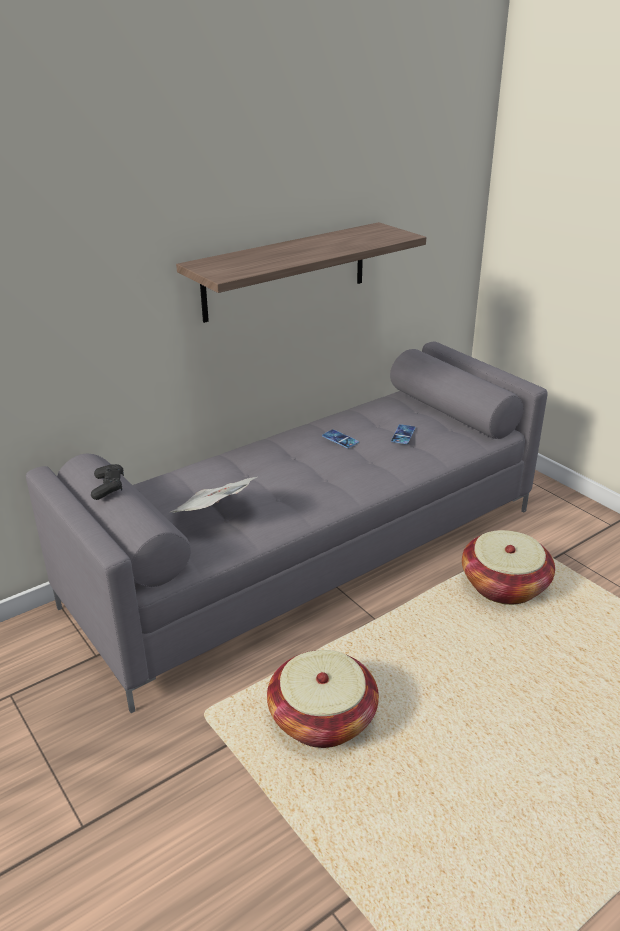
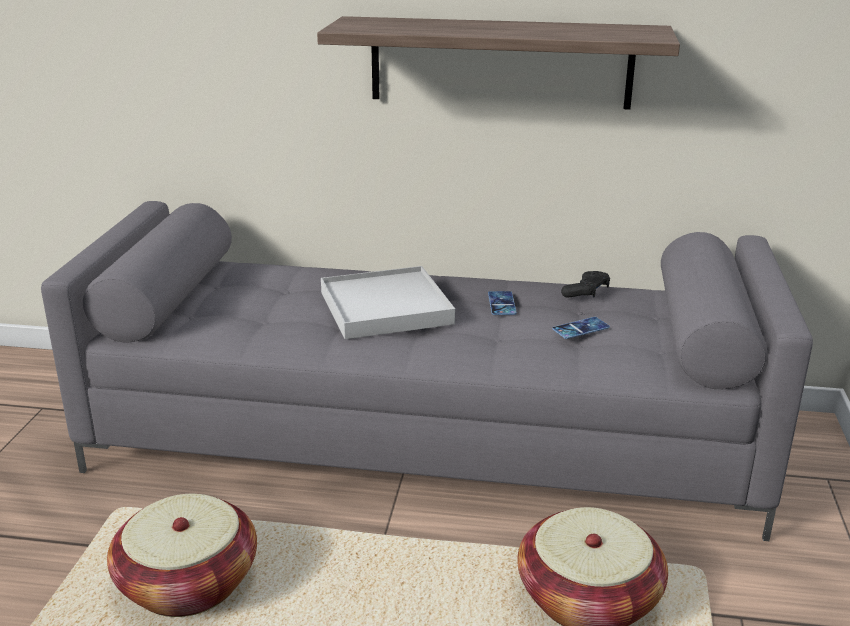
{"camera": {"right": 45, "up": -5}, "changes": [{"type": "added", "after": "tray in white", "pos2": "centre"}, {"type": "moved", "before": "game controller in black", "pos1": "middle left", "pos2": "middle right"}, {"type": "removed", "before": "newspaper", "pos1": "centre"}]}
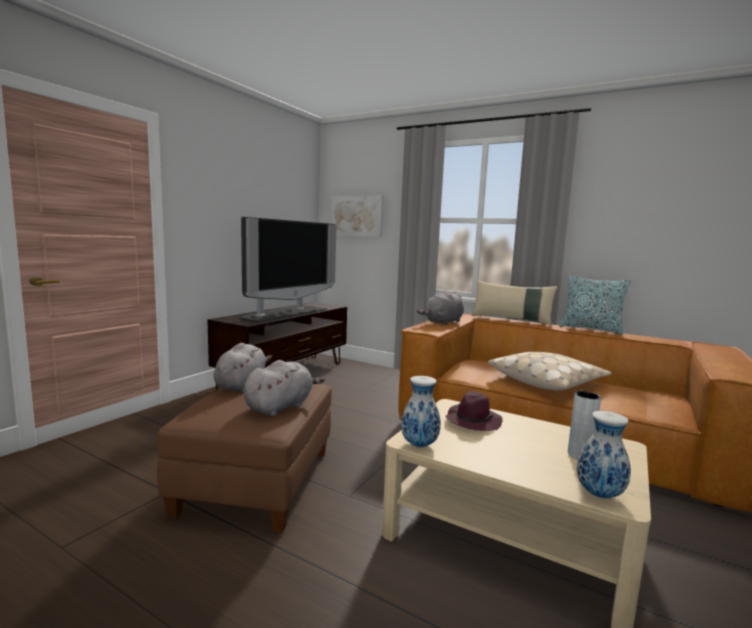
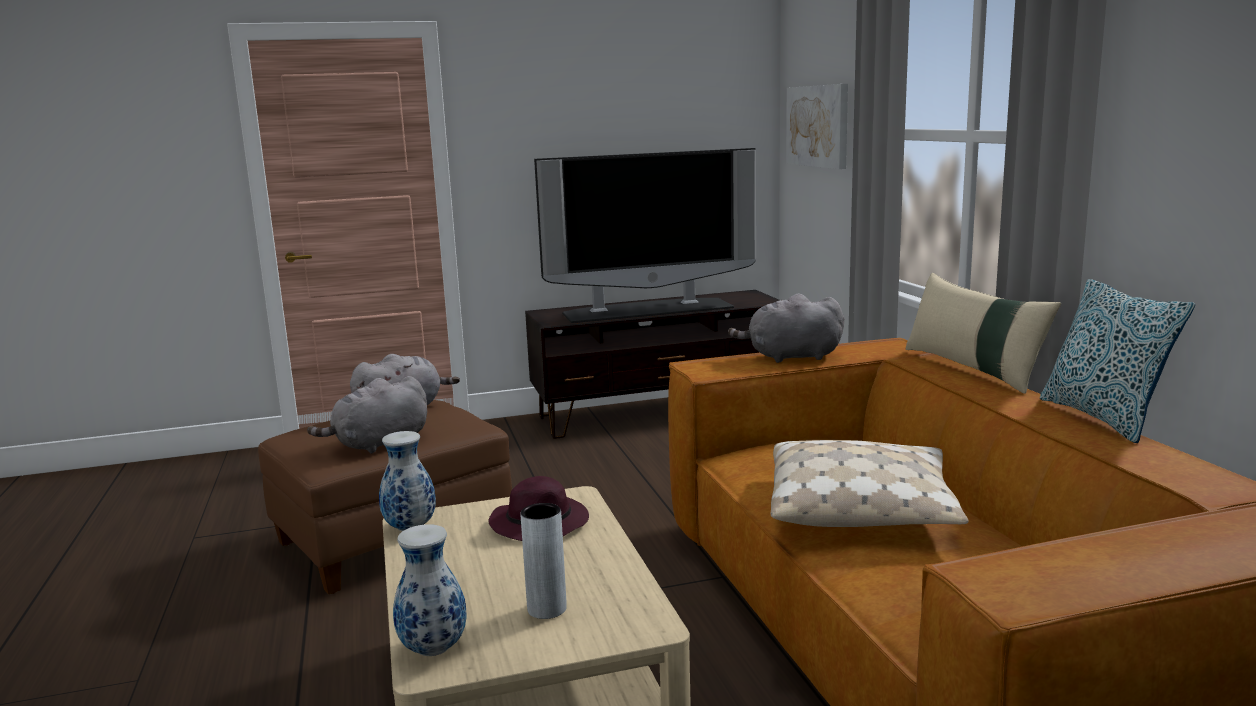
{"camera": {"right": 45, "up": 5}, "changes": [{"type": "turned", "before": "plush toy in grey (2nd from left in the first image)", "pos1": "centre", "pos2": "middle left", "turn": 150}]}
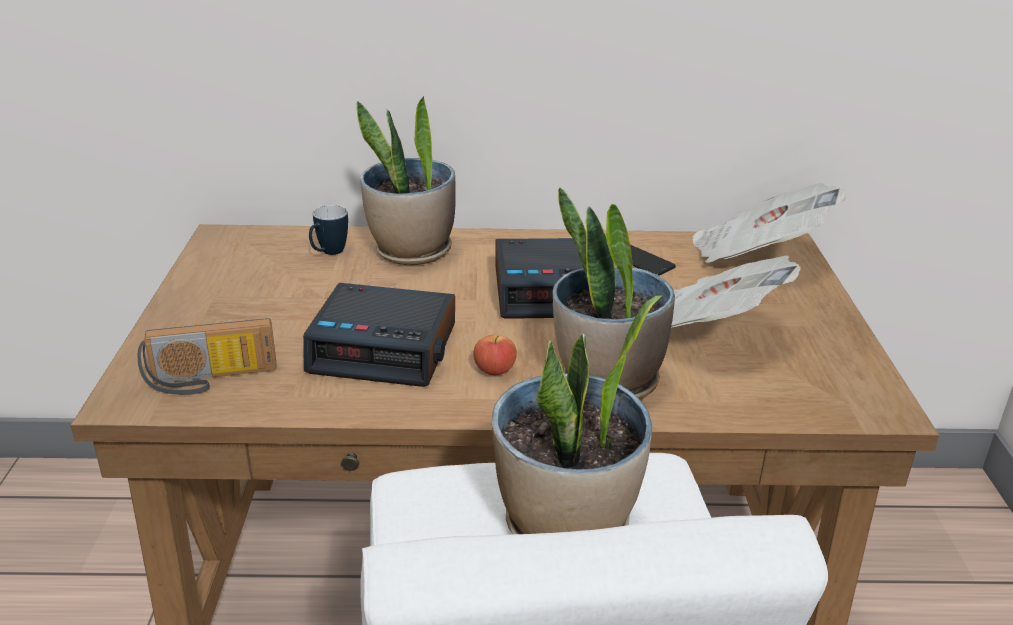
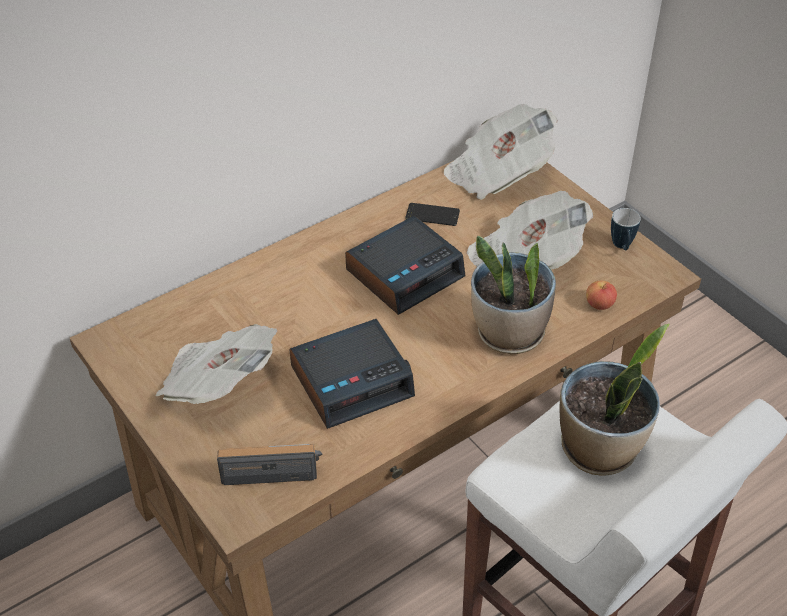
{"camera": {"right": -35, "up": 15}, "changes": [{"type": "added", "after": "newspaper (1st from left)", "pos2": "middle left"}, {"type": "turned", "before": "radio", "pos1": "middle left", "pos2": "bottom centre", "turn": -135}, {"type": "moved", "before": "apple", "pos1": "centre", "pos2": "middle right"}, {"type": "moved", "before": "mug", "pos1": "middle left", "pos2": "middle right"}, {"type": "removed", "before": "potted plant (1st from left)", "pos1": "top centre"}]}
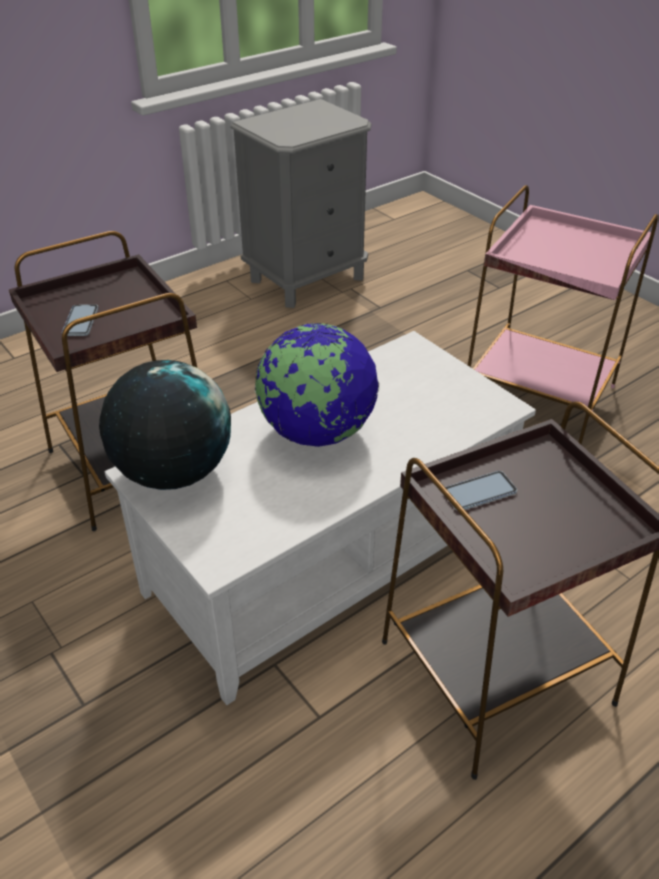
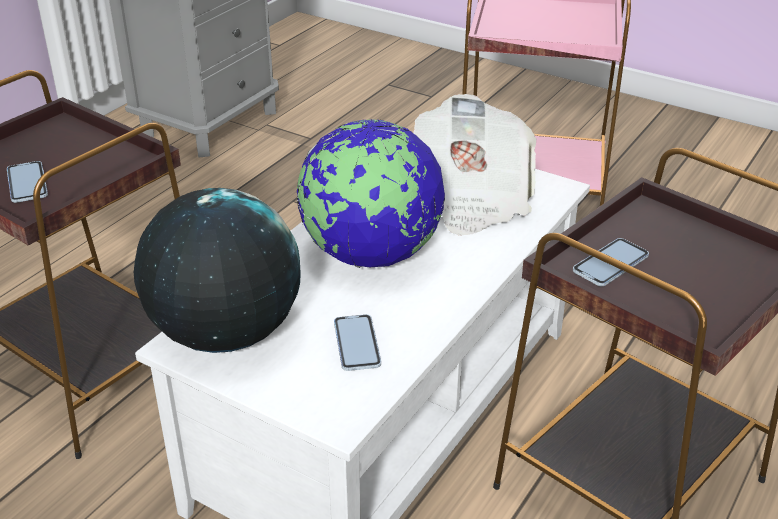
{"camera": {"right": -20, "up": -5}, "changes": [{"type": "added", "after": "phone (2nd from left)", "pos2": "centre"}, {"type": "added", "after": "newspaper", "pos2": "top centre"}]}
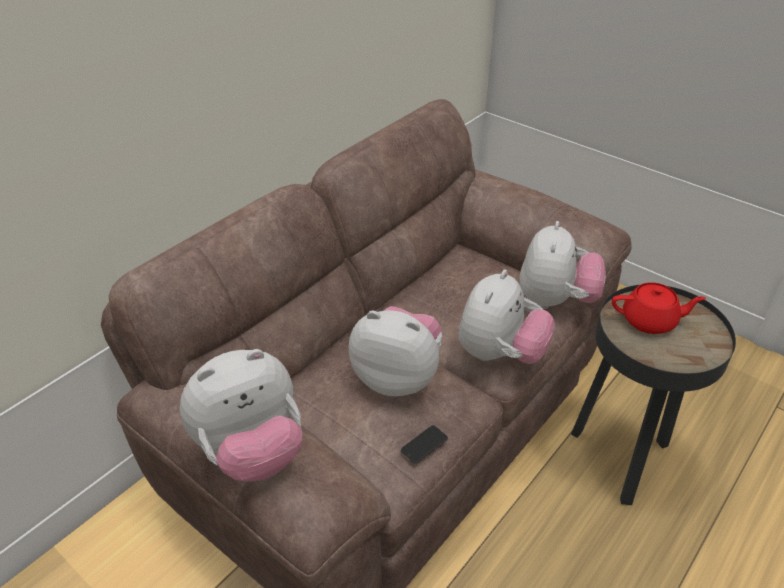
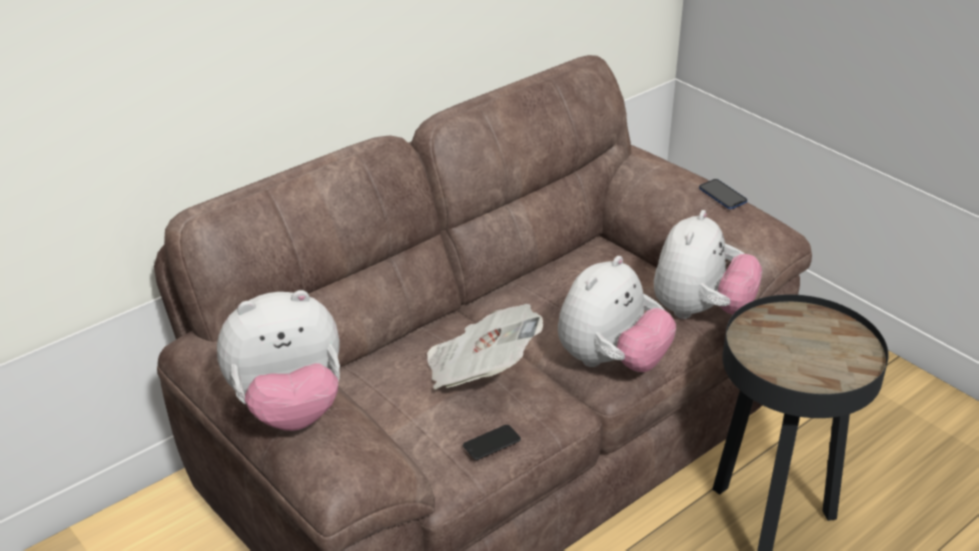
{"camera": {"right": 10, "up": -5}, "changes": [{"type": "replaced", "before": "plush toy (2nd from left)", "after": "newspaper", "pos1": "centre", "pos2": "centre"}, {"type": "added", "after": "phone (2nd from left)", "pos2": "middle right"}, {"type": "removed", "before": "teapot in red", "pos1": "middle right"}]}
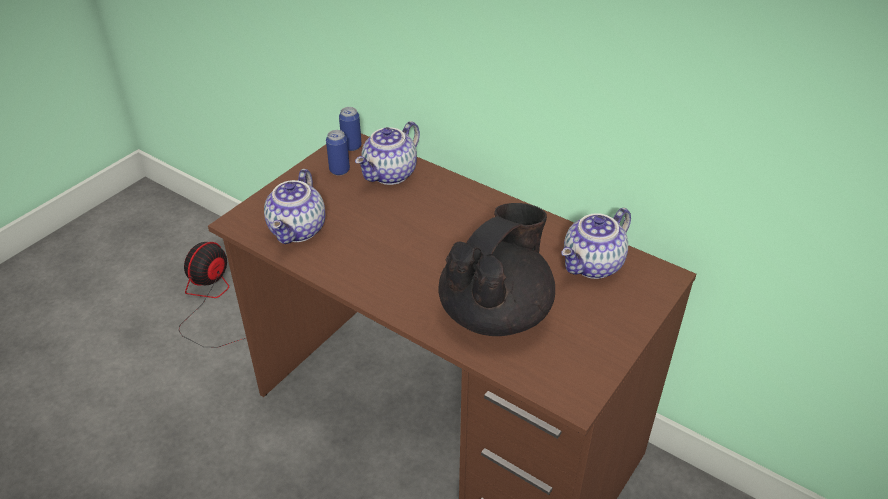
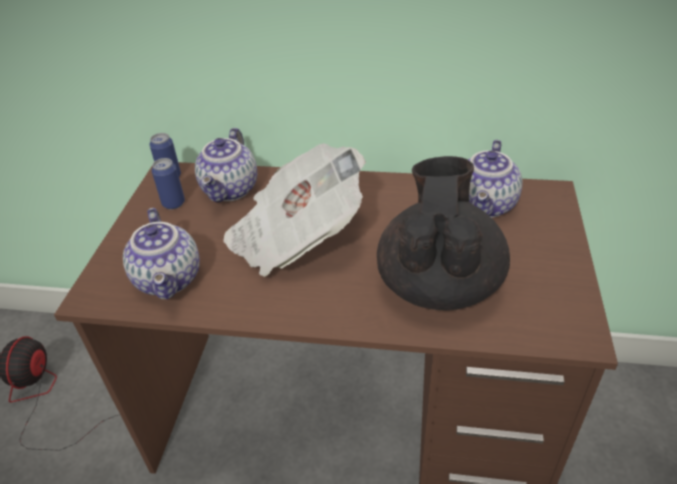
{"camera": {"right": -25, "up": 0}, "changes": [{"type": "added", "after": "newspaper", "pos2": "centre"}]}
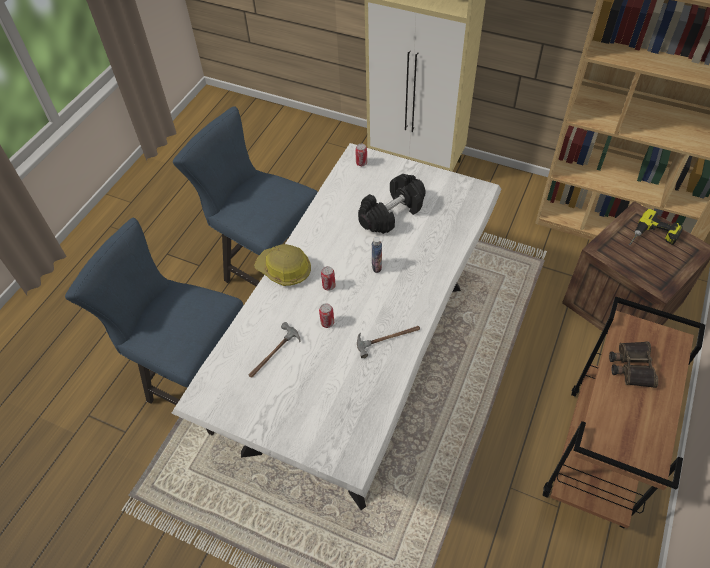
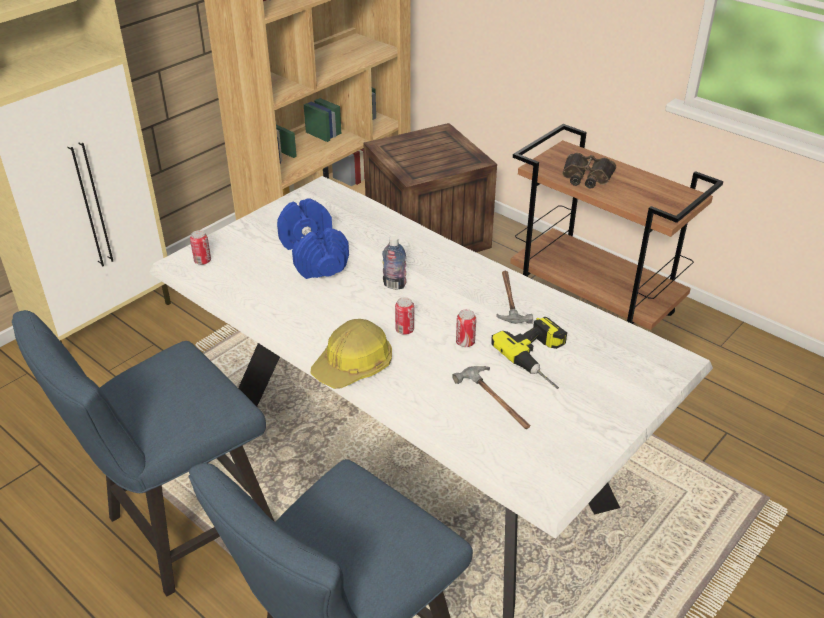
{"camera": {"right": -75, "up": -15}, "changes": [{"type": "recoloured", "before": "dumbbell in black", "after": "dumbbell in blue", "pos1": "centre", "pos2": "centre"}, {"type": "moved", "before": "power drill", "pos1": "middle right", "pos2": "centre"}]}
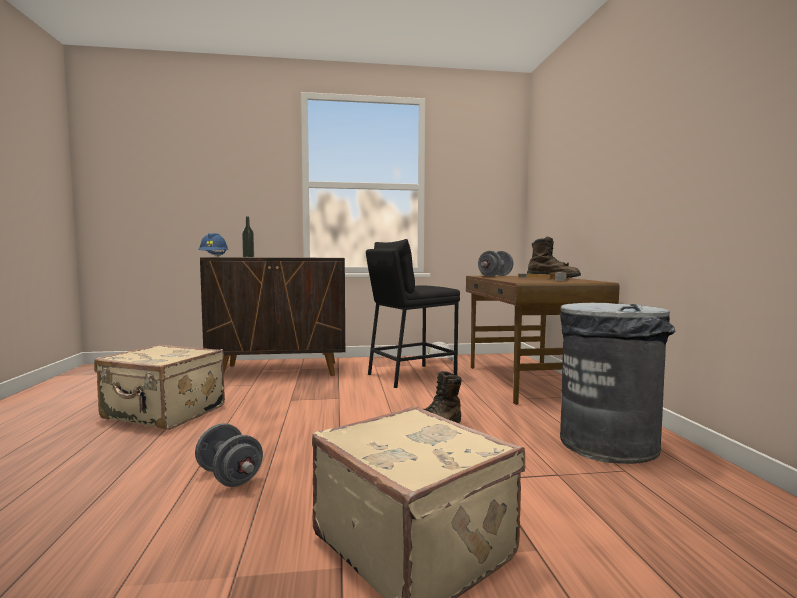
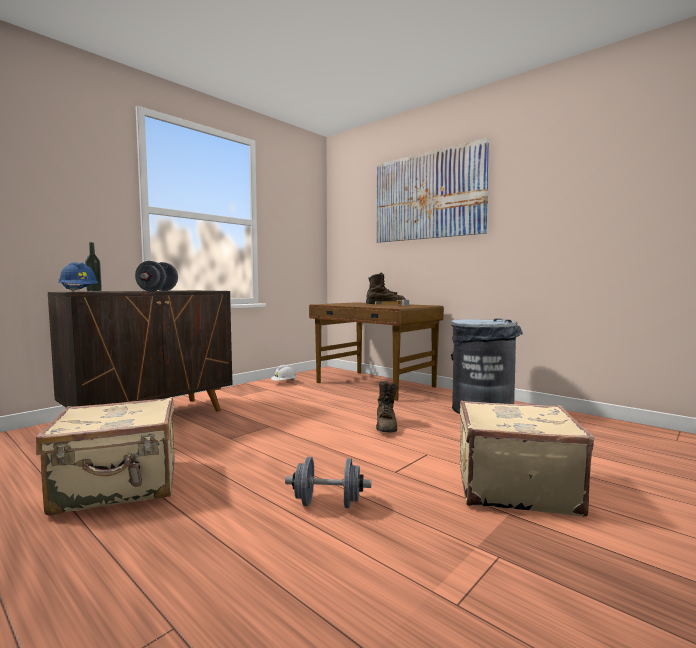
{"camera": {"right": -40, "up": 0}, "changes": [{"type": "moved", "before": "dumbbell in grey (2nd from left in the first image)", "after": "dumbbell in grey (1st from left)", "pos1": "centre", "pos2": "middle left"}, {"type": "added", "after": "picture", "pos2": "top centre"}, {"type": "removed", "before": "stool in black", "pos1": "centre"}]}
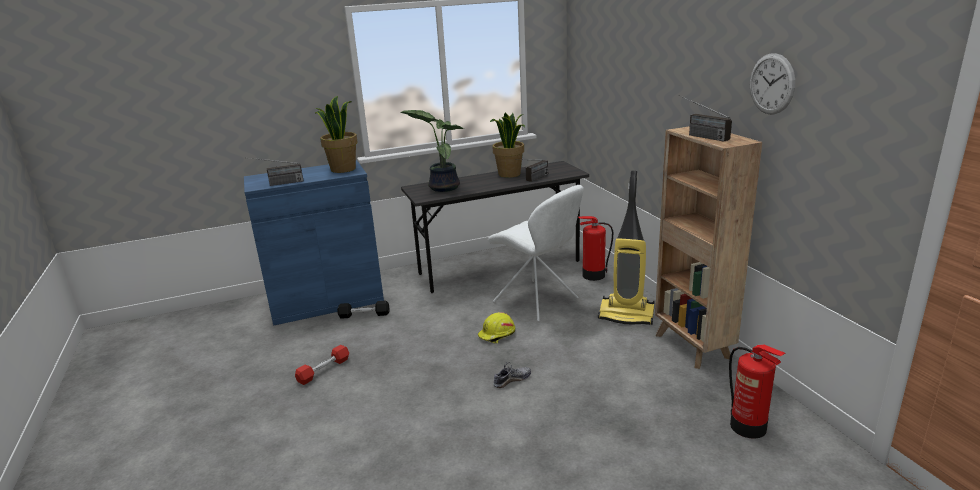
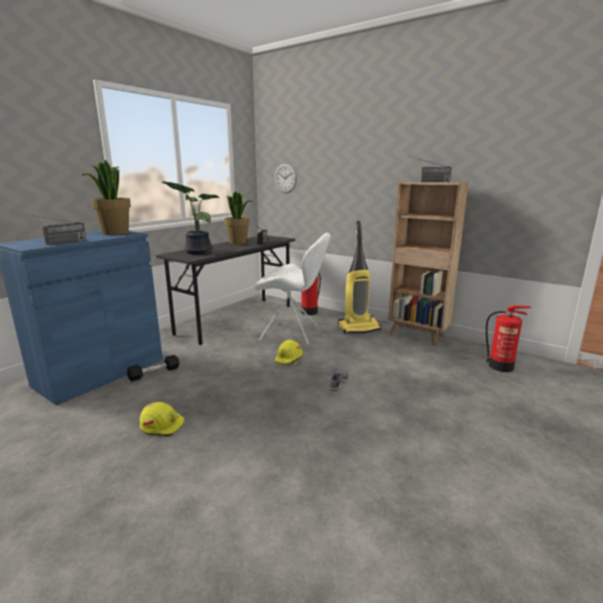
{"camera": {"right": -35, "up": -5}, "changes": [{"type": "replaced", "before": "dumbbell in red", "after": "hard hat in yellow (1st from left)", "pos1": "bottom left", "pos2": "bottom left"}, {"type": "moved", "before": "wall clock", "pos1": "top right", "pos2": "top centre"}]}
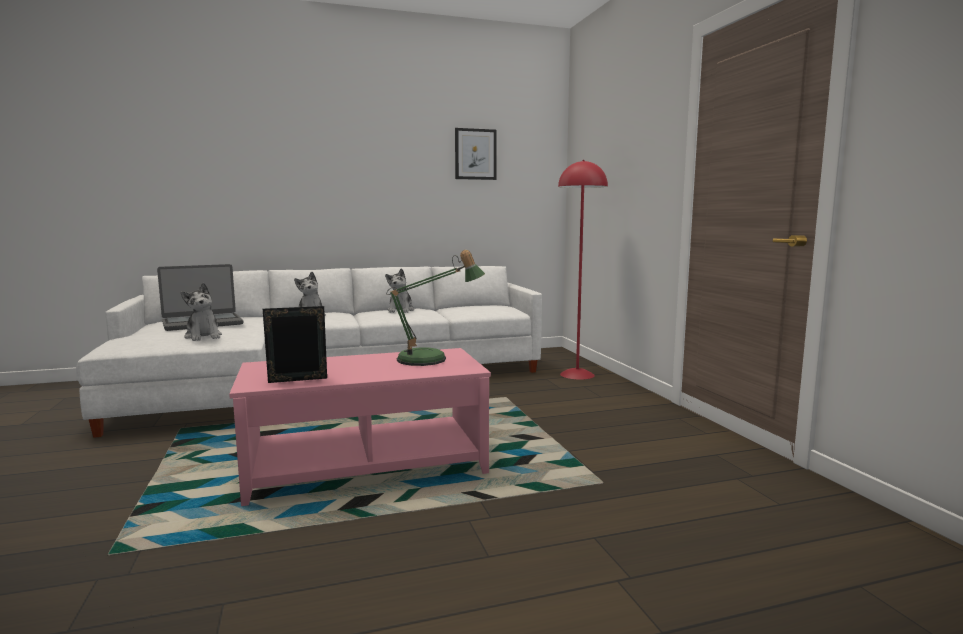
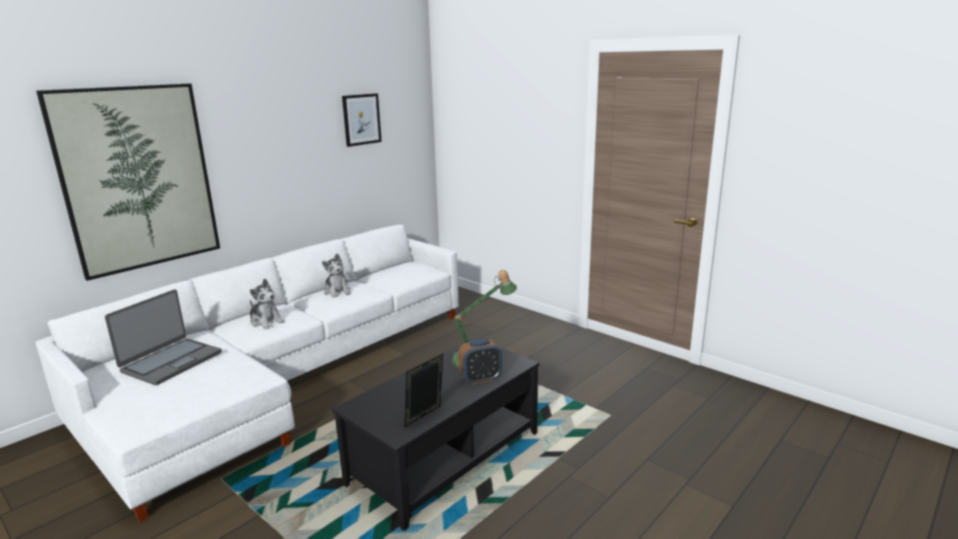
{"camera": {"right": -30, "up": 10}, "changes": [{"type": "added", "after": "picture (1st from left)", "pos2": "middle left"}, {"type": "recoloured", "before": "coffee table in pink", "after": "coffee table in black", "pos1": "bottom centre", "pos2": "bottom centre"}, {"type": "added", "after": "alarm clock", "pos2": "bottom centre"}, {"type": "removed", "before": "plush toy (1st from left)", "pos1": "middle left"}, {"type": "removed", "before": "floor lamp in red", "pos1": "centre"}]}
